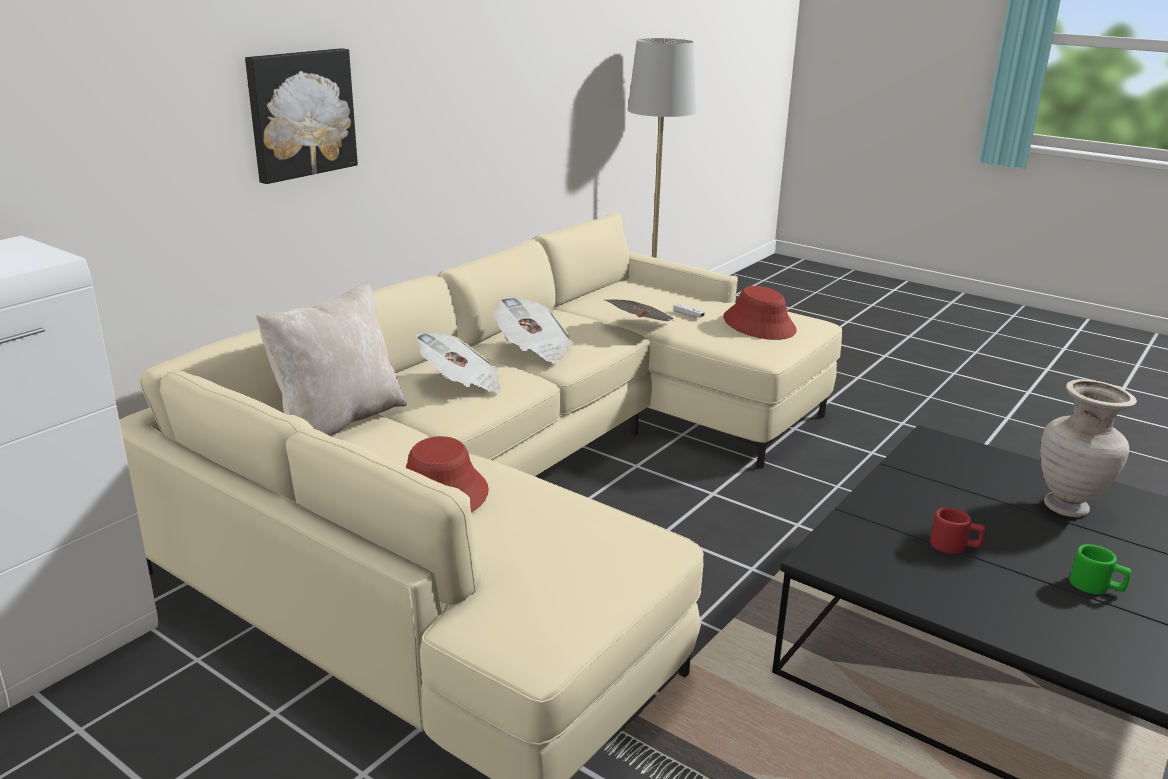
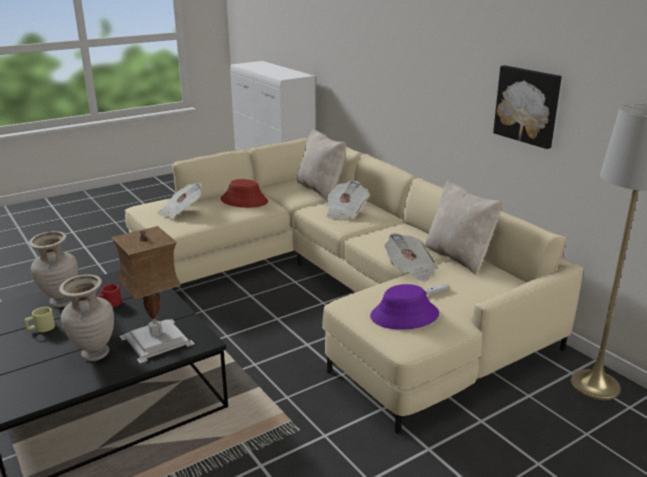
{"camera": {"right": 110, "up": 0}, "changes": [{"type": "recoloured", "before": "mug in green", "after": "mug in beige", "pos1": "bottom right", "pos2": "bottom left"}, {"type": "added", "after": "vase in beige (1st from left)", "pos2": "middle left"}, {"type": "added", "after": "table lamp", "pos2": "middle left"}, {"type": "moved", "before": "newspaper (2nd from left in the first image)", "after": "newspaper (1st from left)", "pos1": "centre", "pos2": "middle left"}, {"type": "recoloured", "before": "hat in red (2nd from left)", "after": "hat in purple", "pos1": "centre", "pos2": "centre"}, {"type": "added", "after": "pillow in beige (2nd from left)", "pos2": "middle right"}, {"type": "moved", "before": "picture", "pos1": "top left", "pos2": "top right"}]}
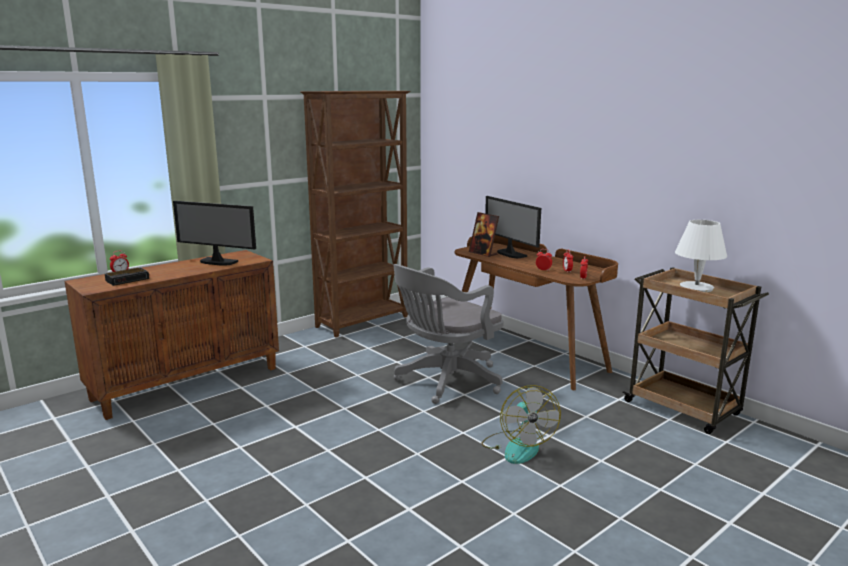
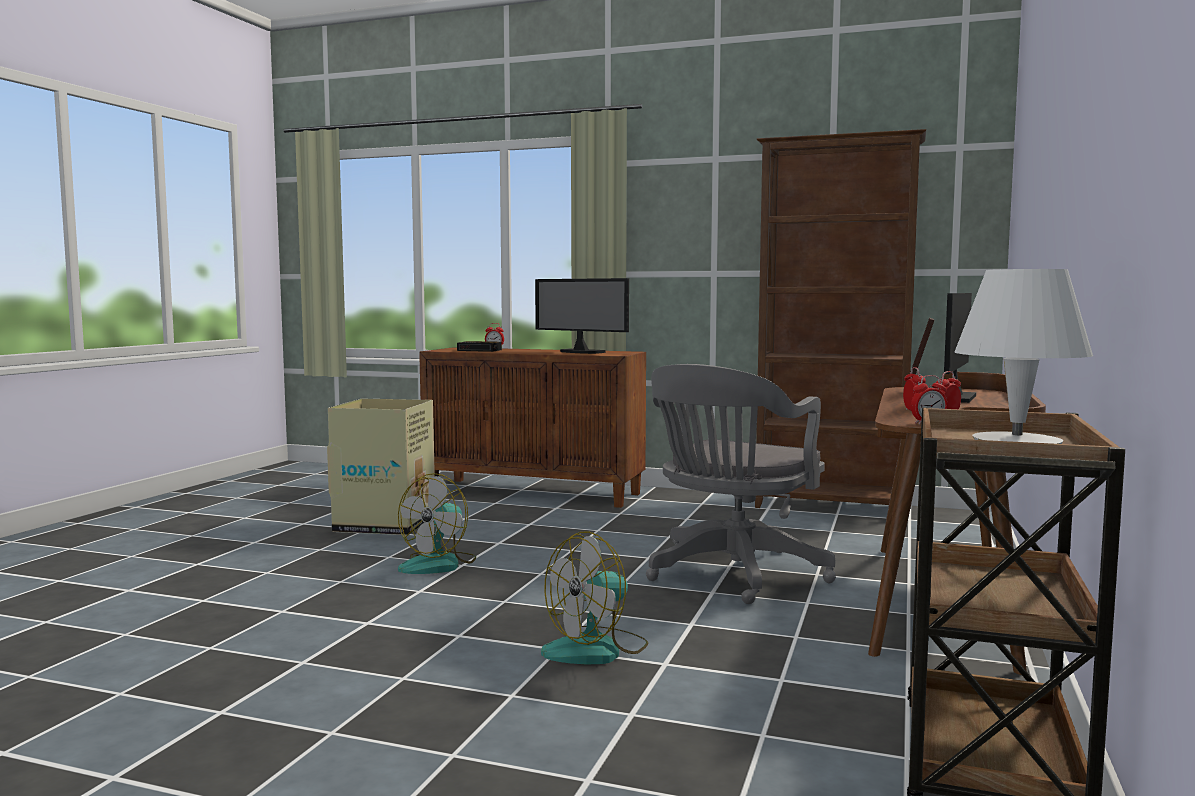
{"camera": {"right": 60, "up": -10}, "changes": [{"type": "added", "after": "cardboard box", "pos2": "middle left"}, {"type": "added", "after": "fan (1st from left)", "pos2": "centre"}, {"type": "turned", "before": "monitor (1st from left)", "pos1": "middle left", "pos2": "centre", "turn": -45}, {"type": "turned", "before": "office chair in grey", "pos1": "centre", "pos2": "centre", "turn": -75}]}
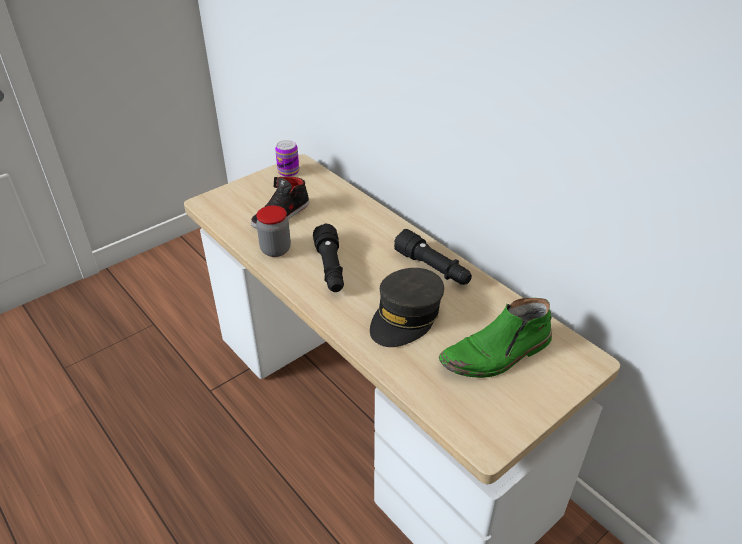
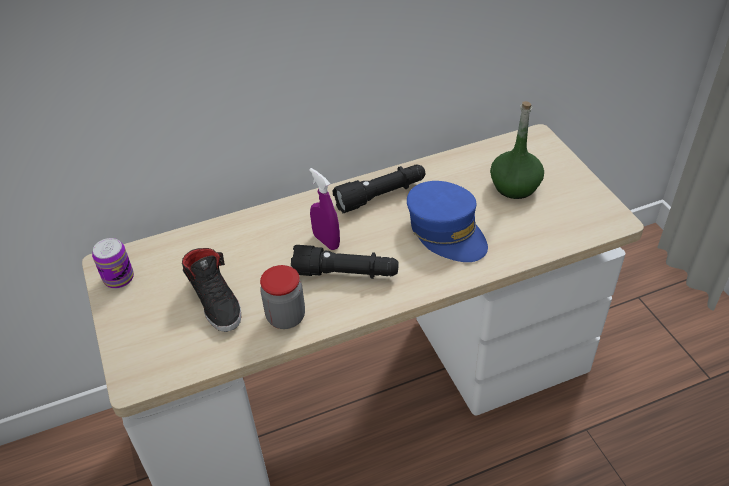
{"camera": {"right": -70, "up": 5}, "changes": [{"type": "added", "after": "spray bottle in purple", "pos2": "centre"}, {"type": "recoloured", "before": "cap in grey", "after": "cap in blue", "pos1": "centre", "pos2": "centre"}, {"type": "replaced", "before": "boot in green", "after": "bottle in green", "pos1": "middle right", "pos2": "top right"}]}
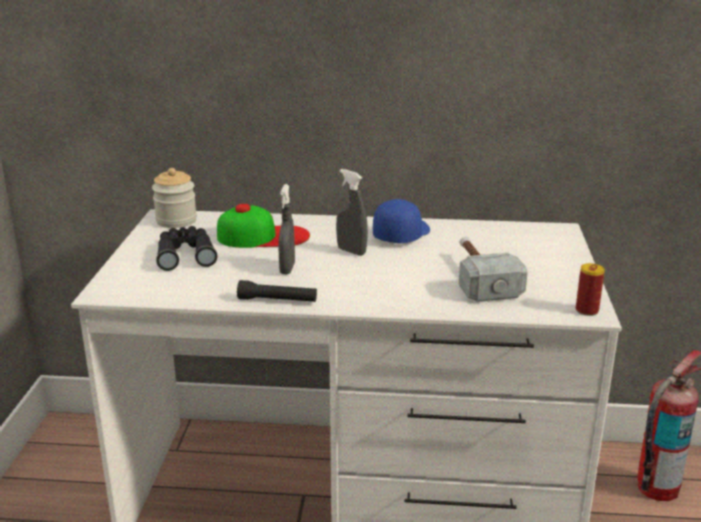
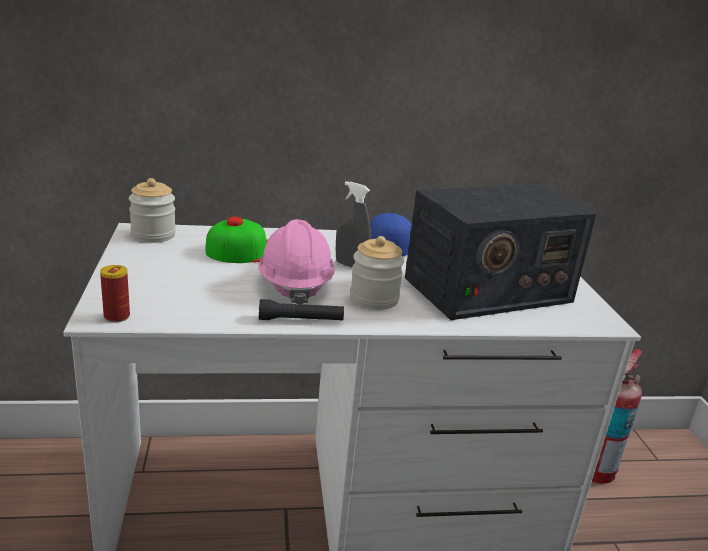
{"camera": {"right": -15, "up": 0}, "changes": [{"type": "moved", "before": "can", "pos1": "middle right", "pos2": "middle left"}, {"type": "replaced", "before": "spray bottle in grey (1st from left)", "after": "hard hat in pink", "pos1": "centre", "pos2": "centre"}, {"type": "added", "after": "jar (2nd from left)", "pos2": "centre"}, {"type": "replaced", "before": "hammer", "after": "radio", "pos1": "middle right", "pos2": "middle right"}, {"type": "removed", "before": "binoculars in black", "pos1": "middle left"}]}
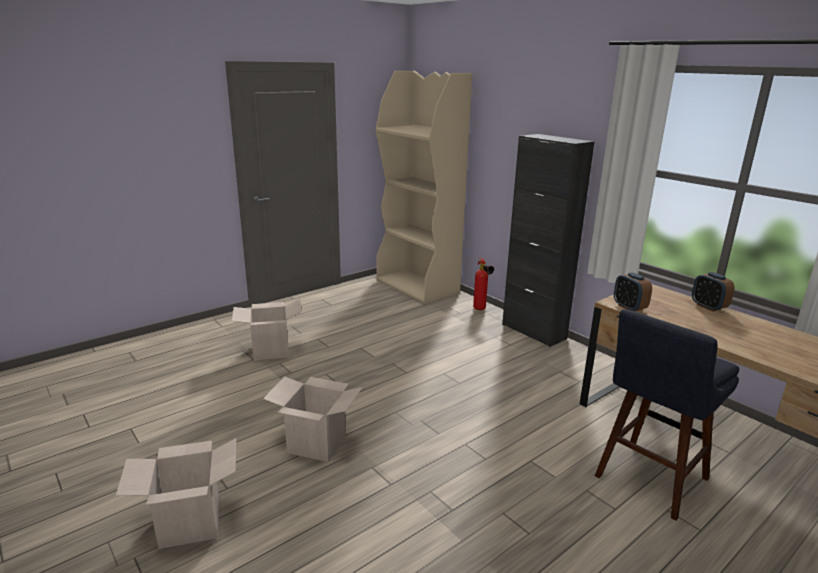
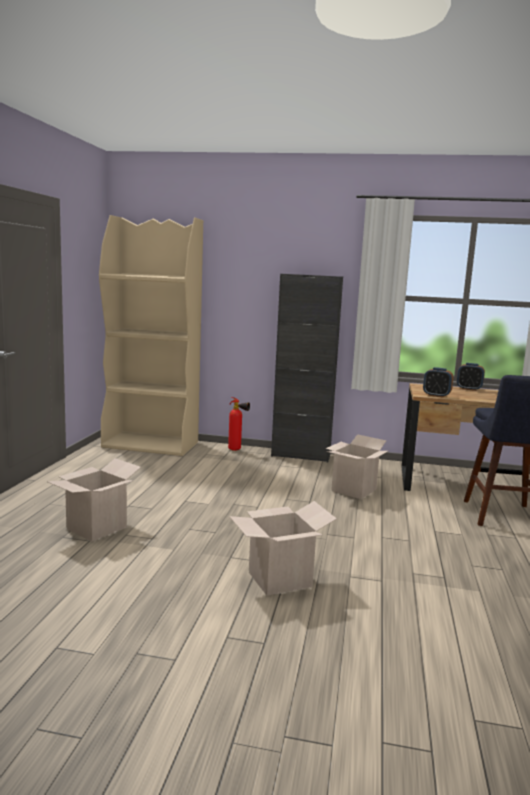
{"camera": {"right": -40, "up": -10}, "changes": [{"type": "moved", "before": "cardboard box (1st from left in the first image)", "after": "cardboard box (3rd from left)", "pos1": "bottom left", "pos2": "middle right"}]}
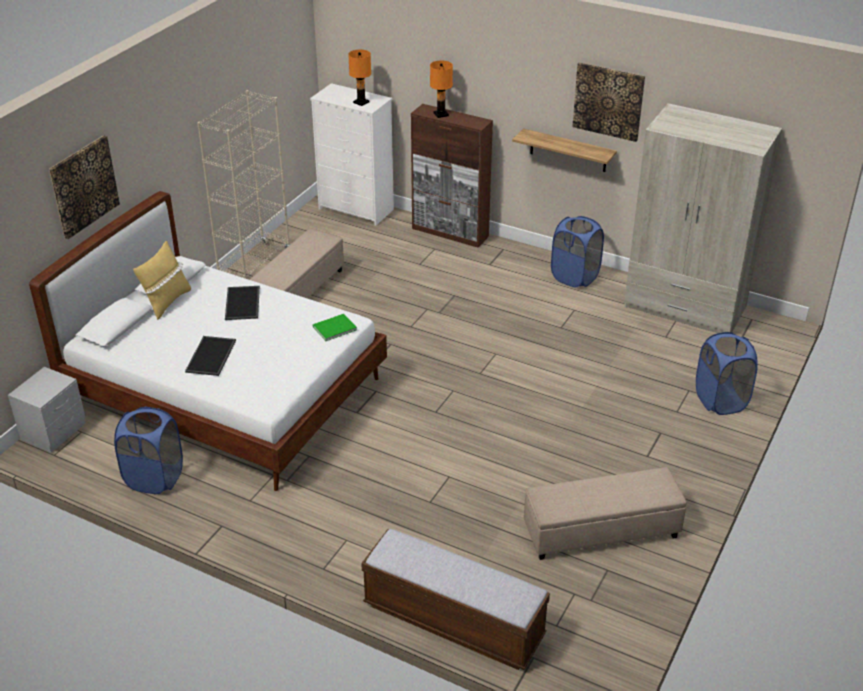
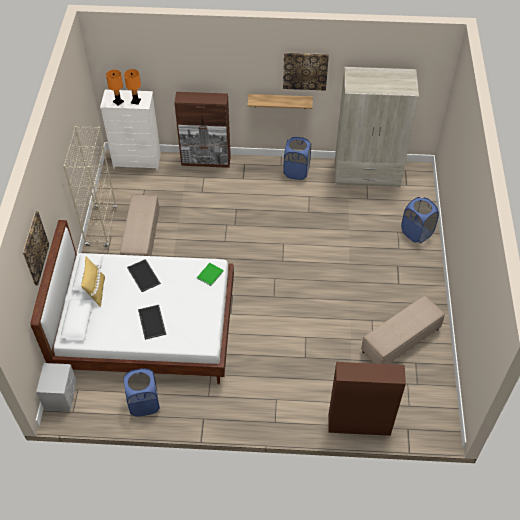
{"camera": {"right": -25, "up": 15}, "changes": [{"type": "moved", "before": "table lamp in orange (2nd from left in the first image)", "after": "table lamp in orange (1st from left)", "pos1": "top centre", "pos2": "top left"}, {"type": "replaced", "before": "bench", "after": "cabinet in brown (2nd from left)", "pos1": "bottom centre", "pos2": "bottom right"}]}
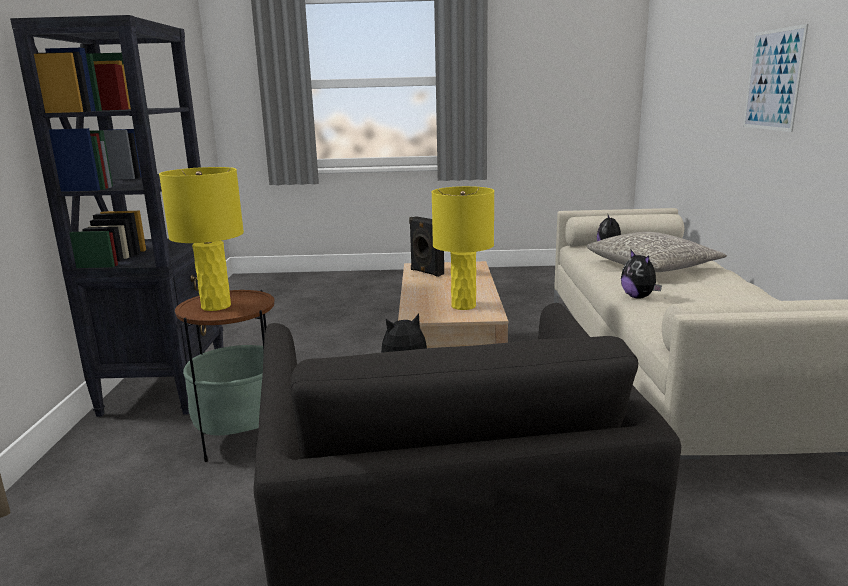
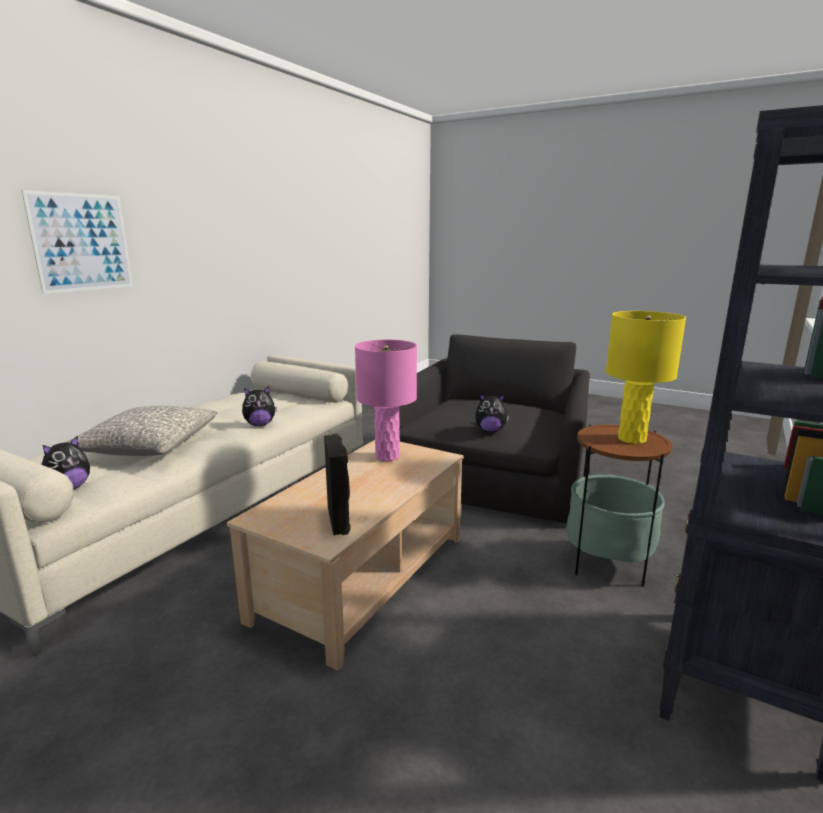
{"camera": {"right": -150, "up": 0}, "changes": [{"type": "turned", "before": "plush toy (3rd from left in the first image)", "pos1": "middle right", "pos2": "middle left", "turn": 60}, {"type": "recoloured", "before": "table lamp in yellow (2nd from left)", "after": "table lamp in pink", "pos1": "centre", "pos2": "centre"}]}
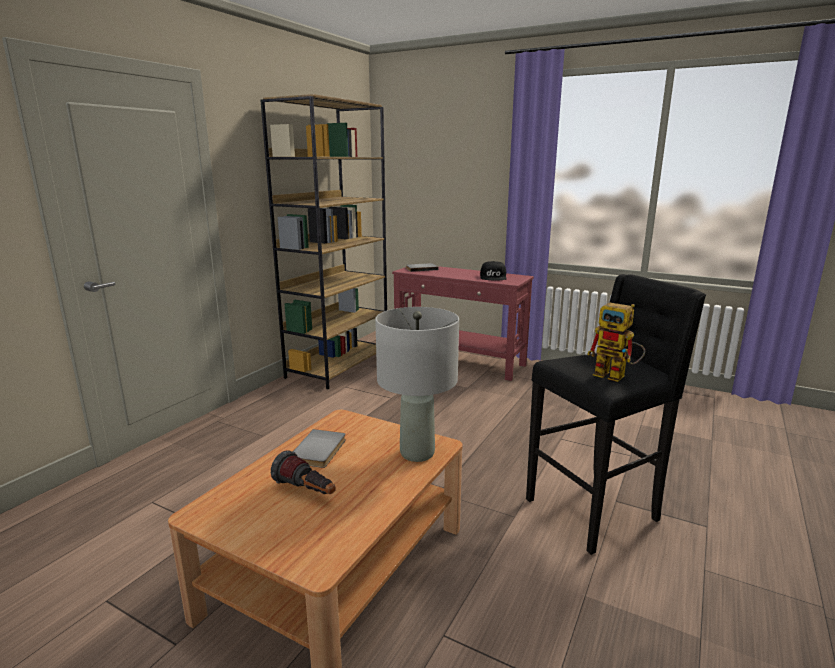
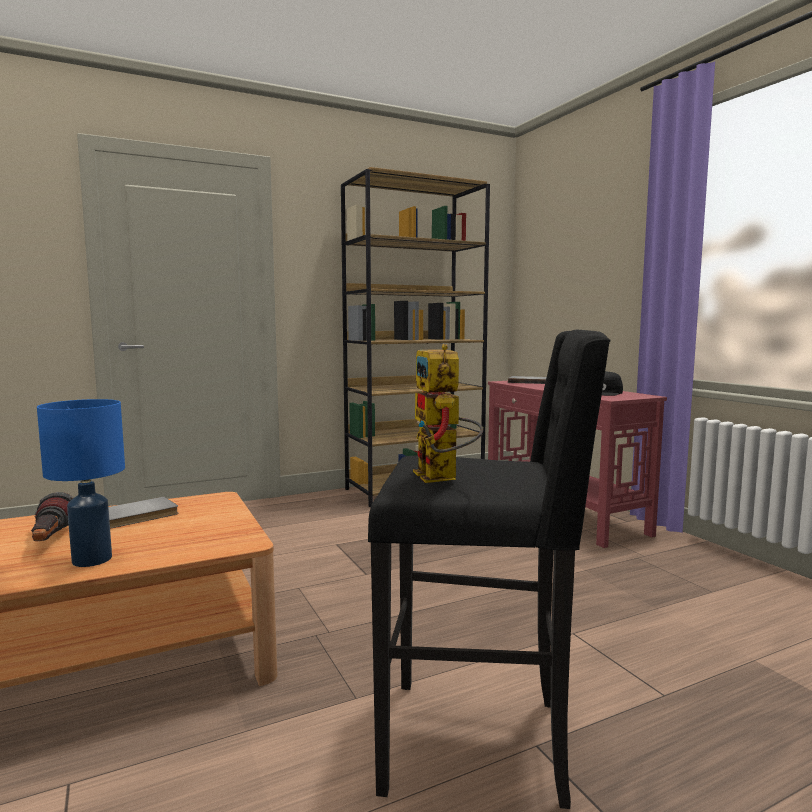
{"camera": {"right": 35, "up": -10}, "changes": [{"type": "added", "after": "table lamp in blue", "pos2": "middle left"}, {"type": "removed", "before": "table lamp in grey", "pos1": "centre"}]}
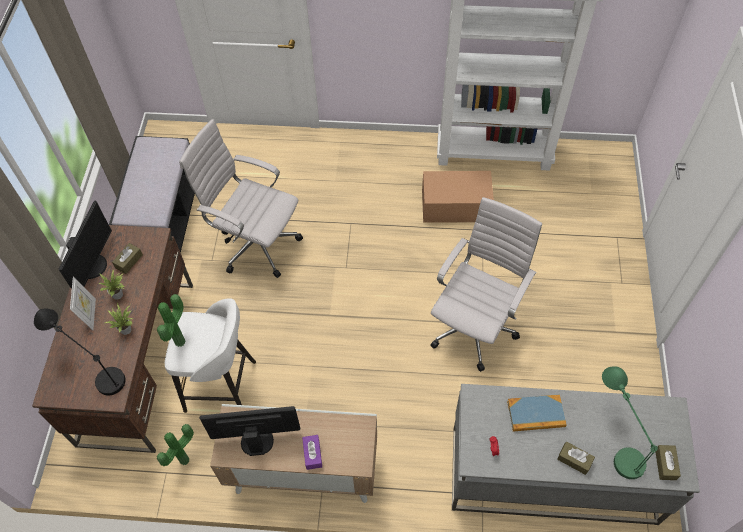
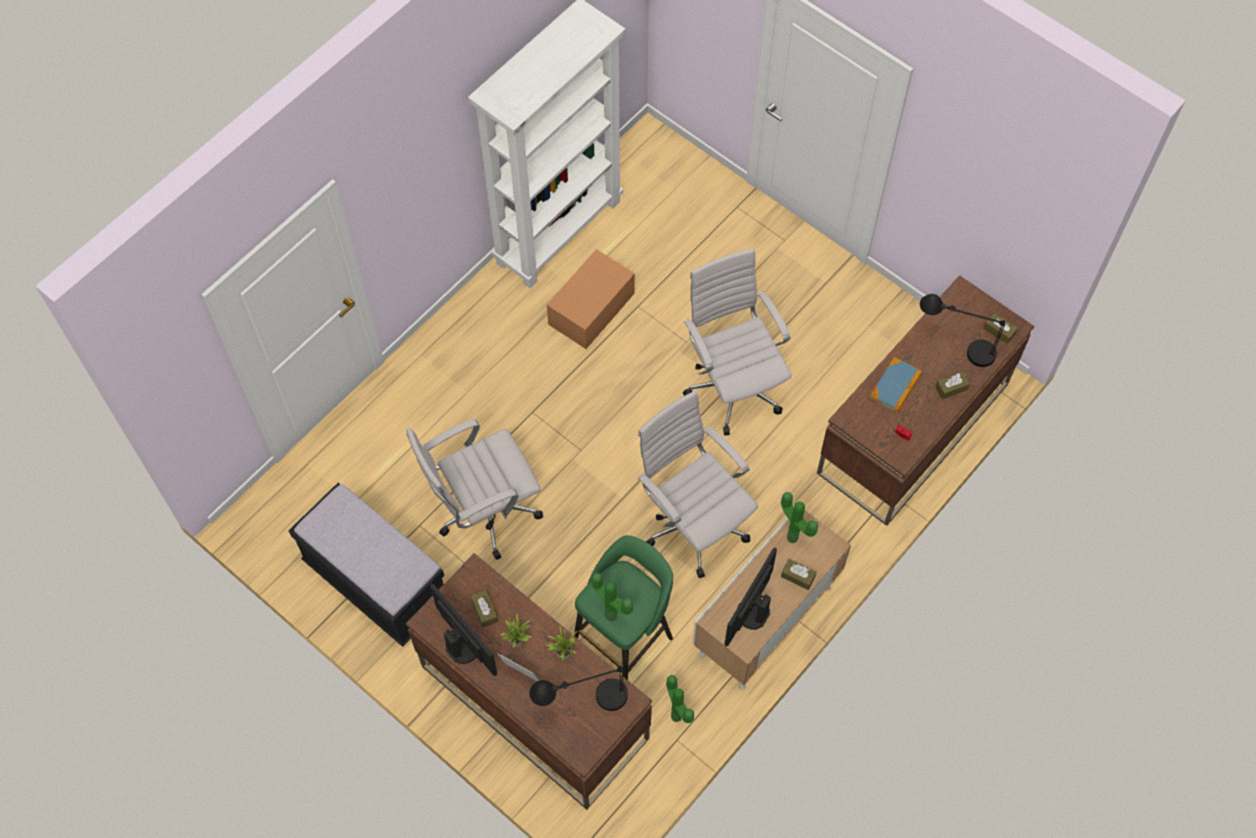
{"camera": {"right": -55, "up": 5}, "changes": [{"type": "recoloured", "before": "stool in white", "after": "stool in green", "pos1": "bottom left", "pos2": "bottom centre"}, {"type": "added", "after": "office chair in white (2nd from left)", "pos2": "centre"}, {"type": "added", "after": "potted plant (5th from left)", "pos2": "centre"}, {"type": "recoloured", "before": "tissue box in purple", "after": "tissue box in brown (2nd from left)", "pos1": "bottom centre", "pos2": "bottom centre"}, {"type": "recoloured", "before": "desk in grey", "after": "desk in brown (2nd from left)", "pos1": "bottom right", "pos2": "middle right"}, {"type": "recoloured", "before": "table lamp in green", "after": "table lamp in black (2nd from left)", "pos1": "bottom right", "pos2": "middle right"}]}
